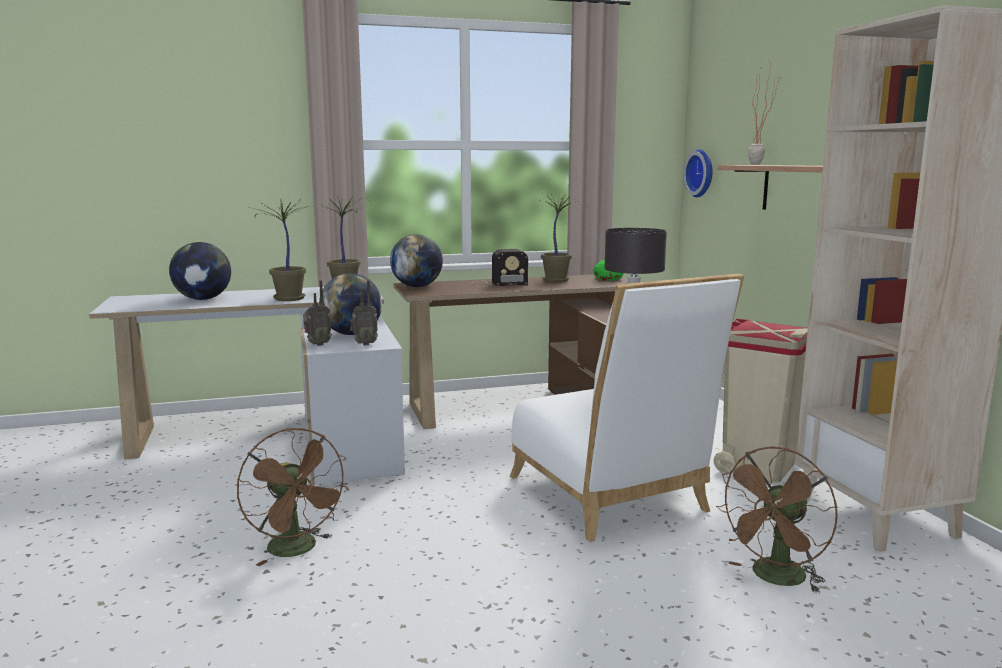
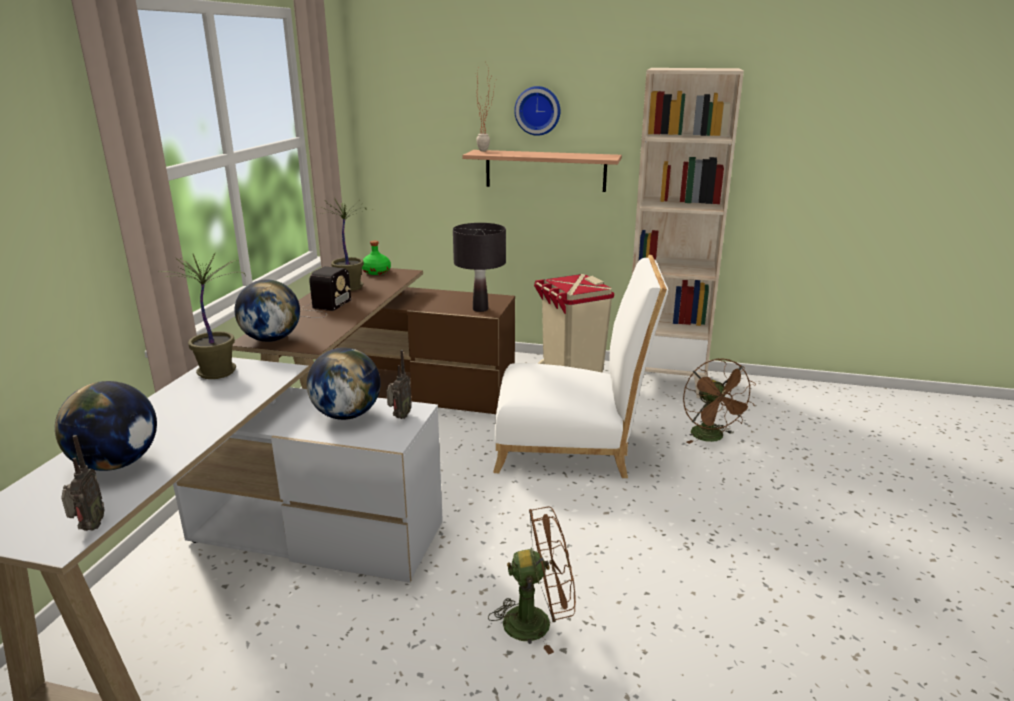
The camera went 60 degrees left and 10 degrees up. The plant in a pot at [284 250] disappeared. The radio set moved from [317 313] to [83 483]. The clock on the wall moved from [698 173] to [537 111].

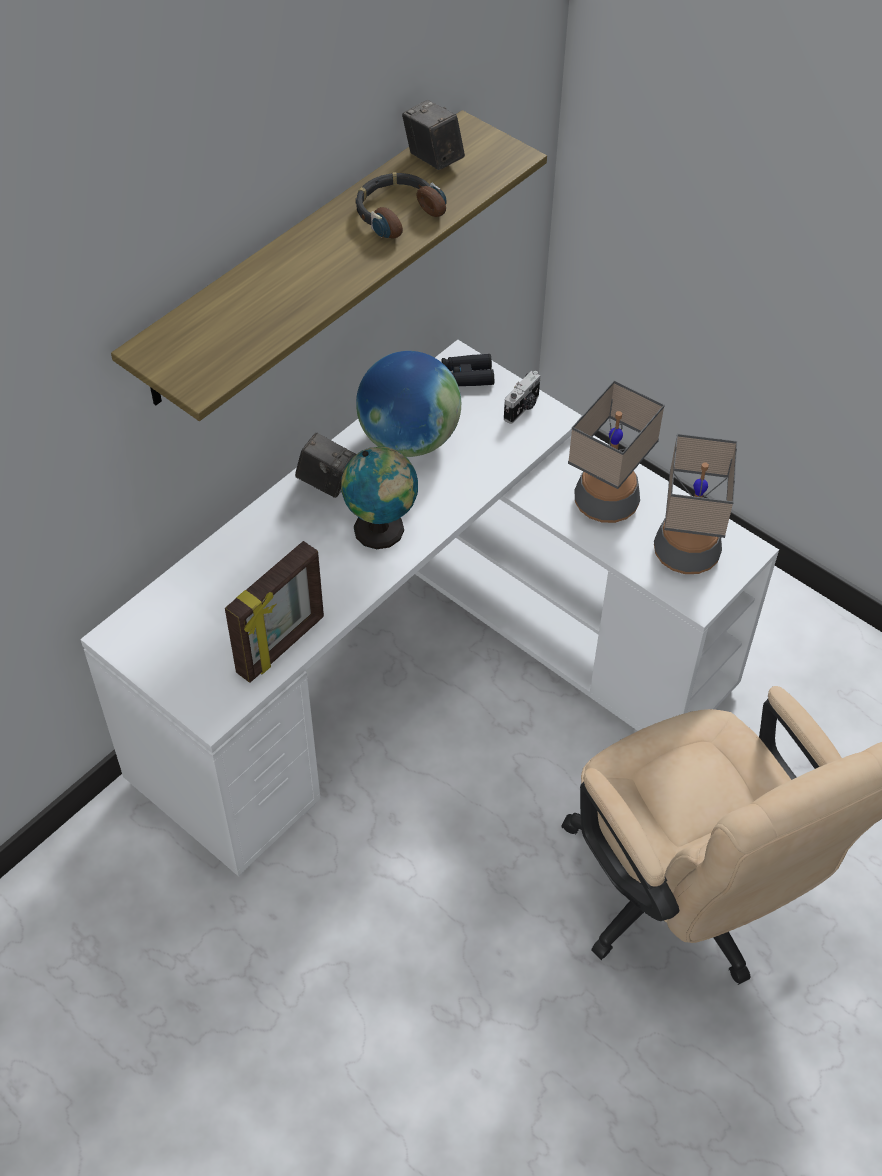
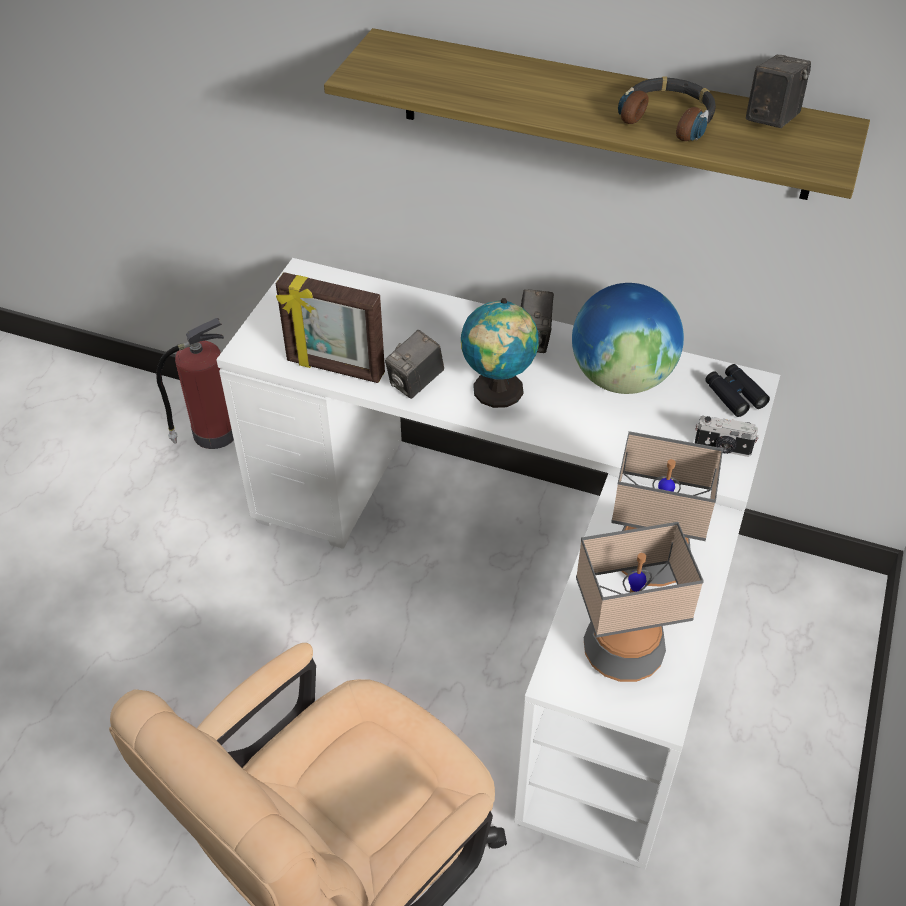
The camera went 70 degrees right and 5 degrees down. The fire extinguisher at [195 383] appeared. The photo camera at [414 364] appeared.

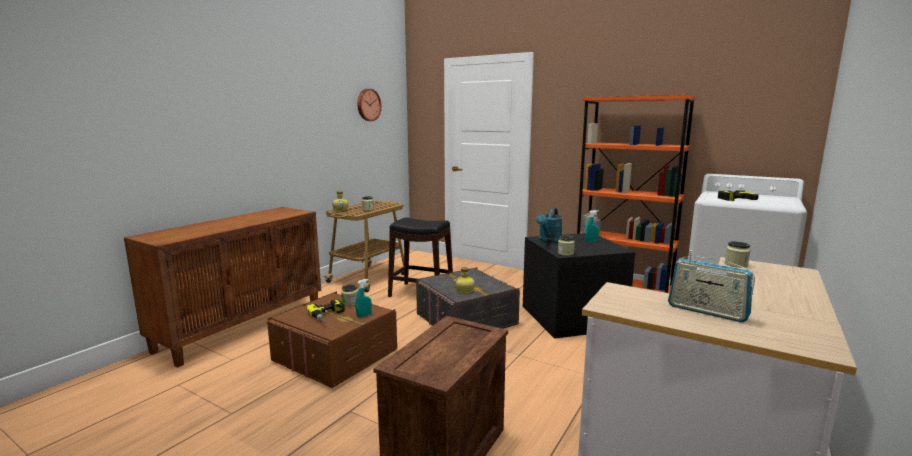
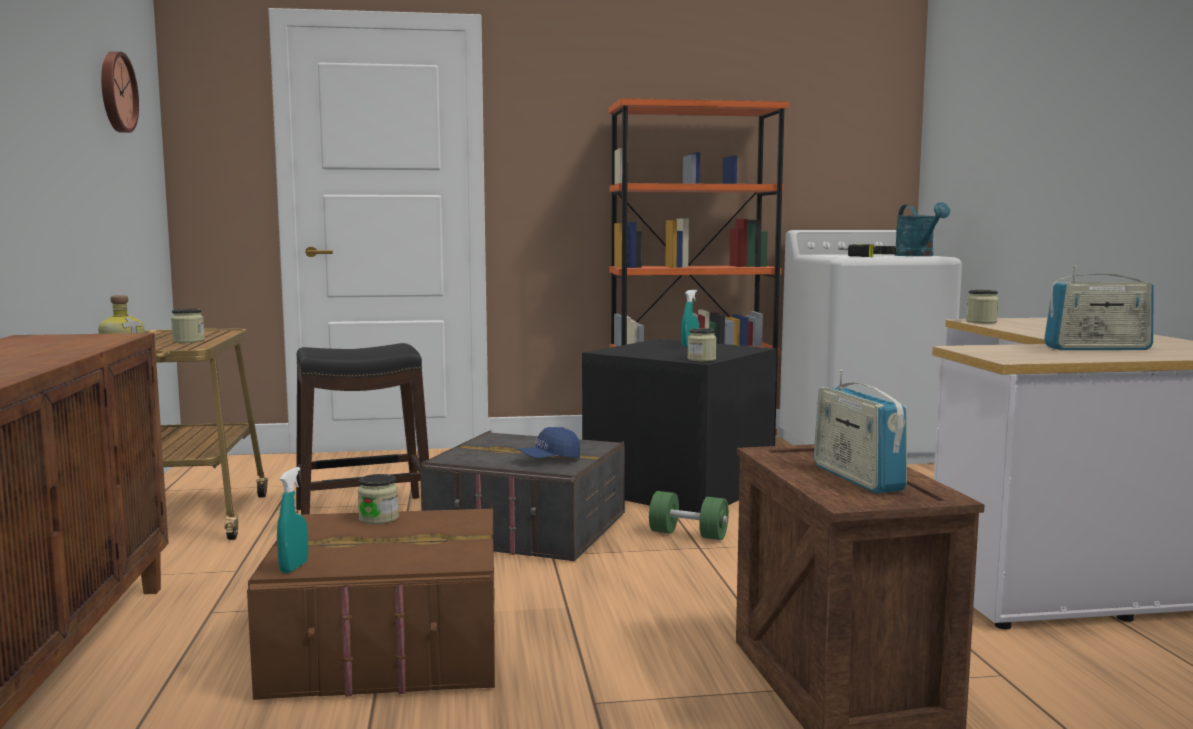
The camera went 40 degrees left and 5 degrees down. The drill at [326 311] disappeared. The turquoise hand sprayer moved from [364 298] to [292 520]. The drink bottle at [465 280] was replaced by the blue-coloured cap at [548 442]. The turquoise watering pot moved from [549 226] to [922 229]. The green free weight at [689 515] appeared. The radio set at [860 432] appeared.

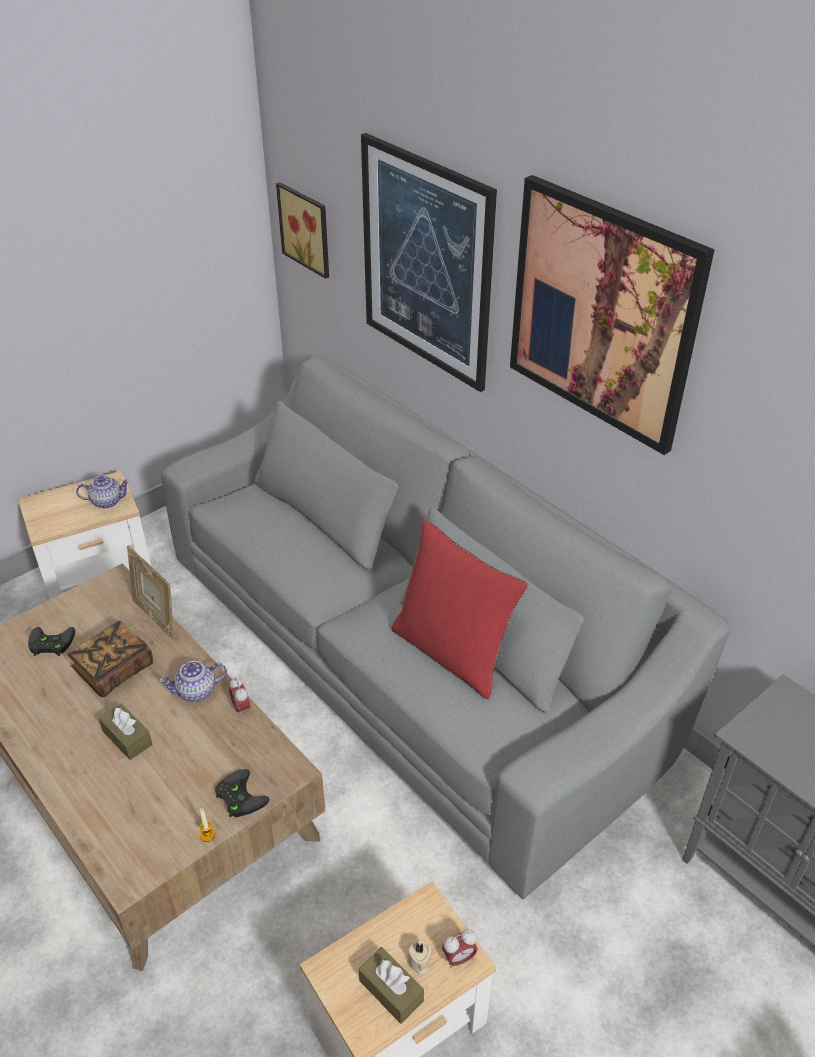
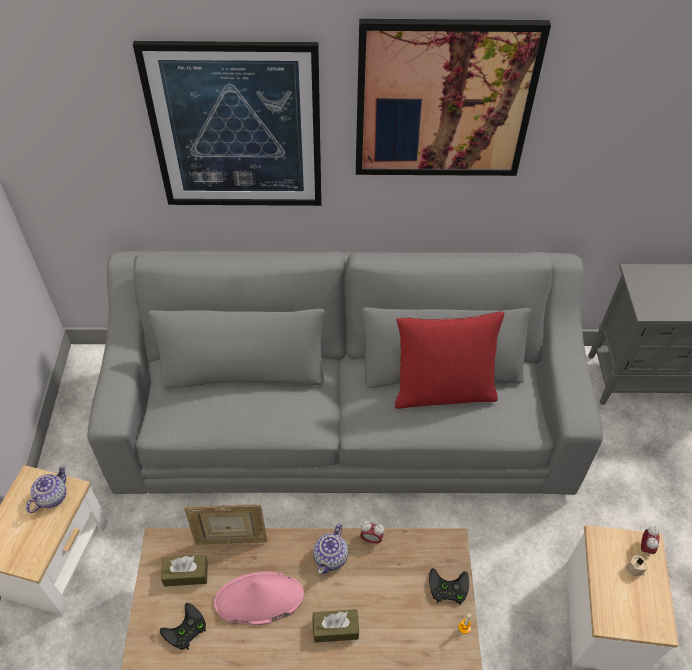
The camera went 50 degrees left and 10 degrees up. The book at [110 659] was replaced by the pink-coloured clothing hat at [259 598]. The wall picture at [302 230] disappeared. The brown-coloured tissue box moved from [391 985] to [184 571].

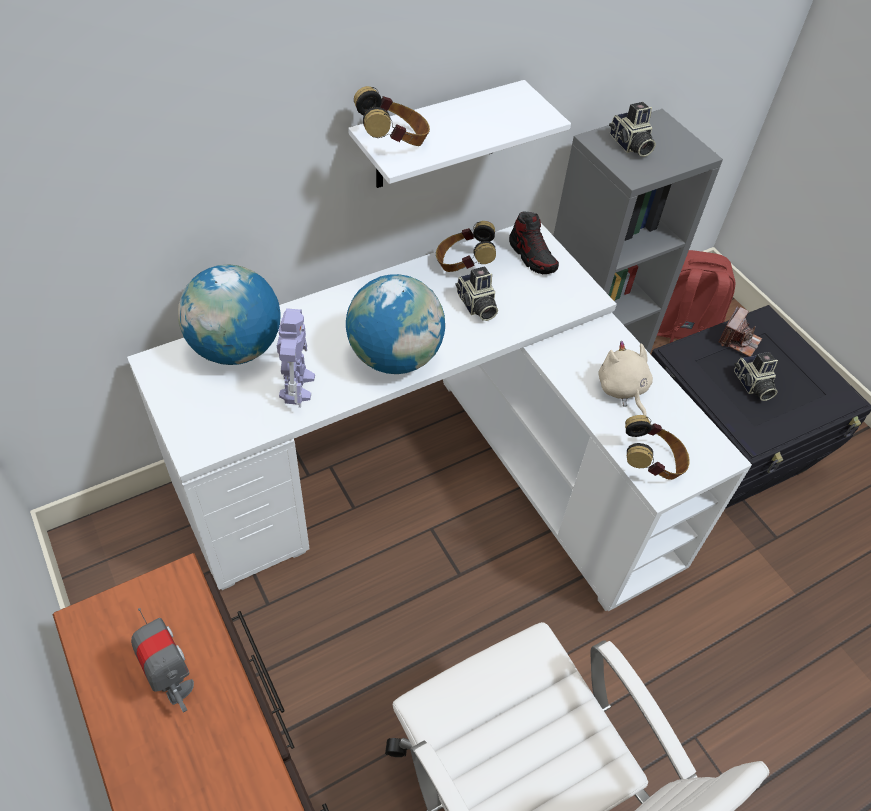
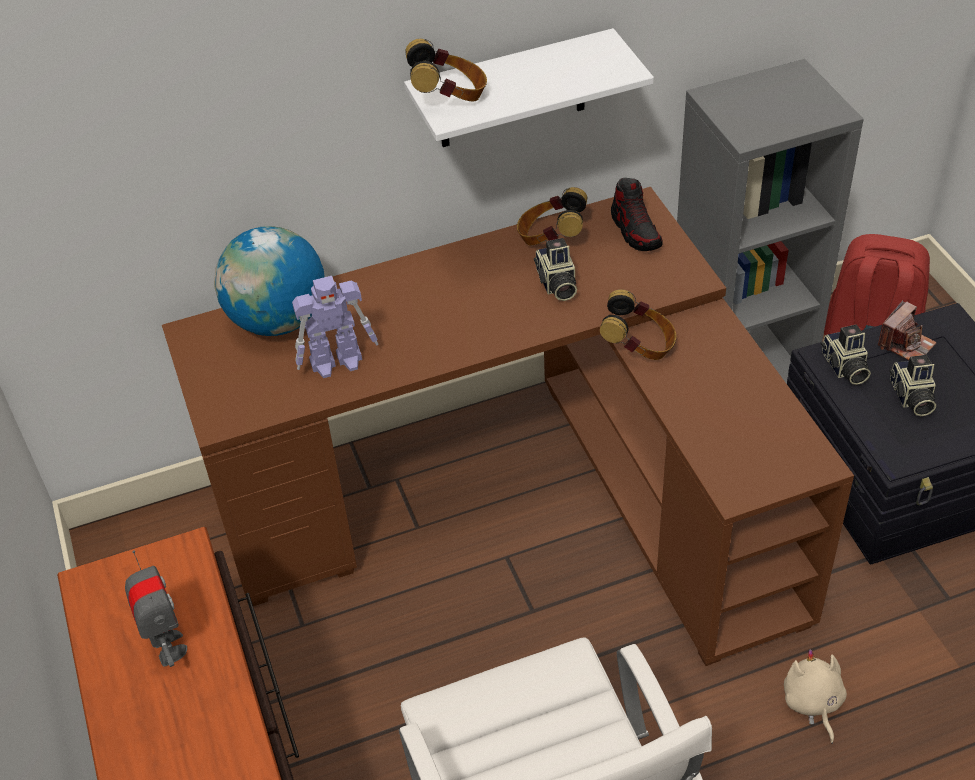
The camera went 15 degrees right and 5 degrees down. The white desk at [439 417] became the brown-coloured desk at [508 426]. The model robot at [296 358] turned 60 degrees clockwise. The world globe at [395 324] disappeared. The beige plush toy moved from [626 378] to [815 696]. The photo camera moved from [632 129] to [846 355]. The headphones moved from [657 447] to [638 324].

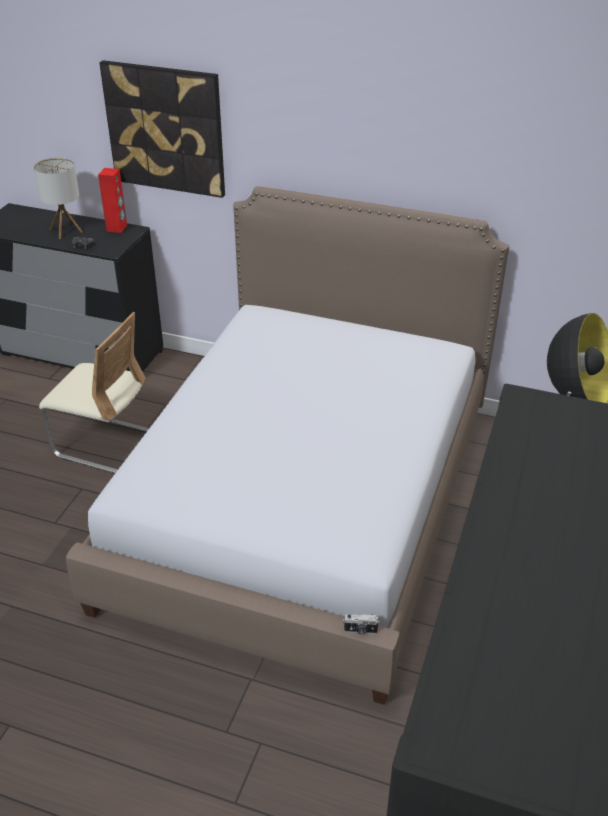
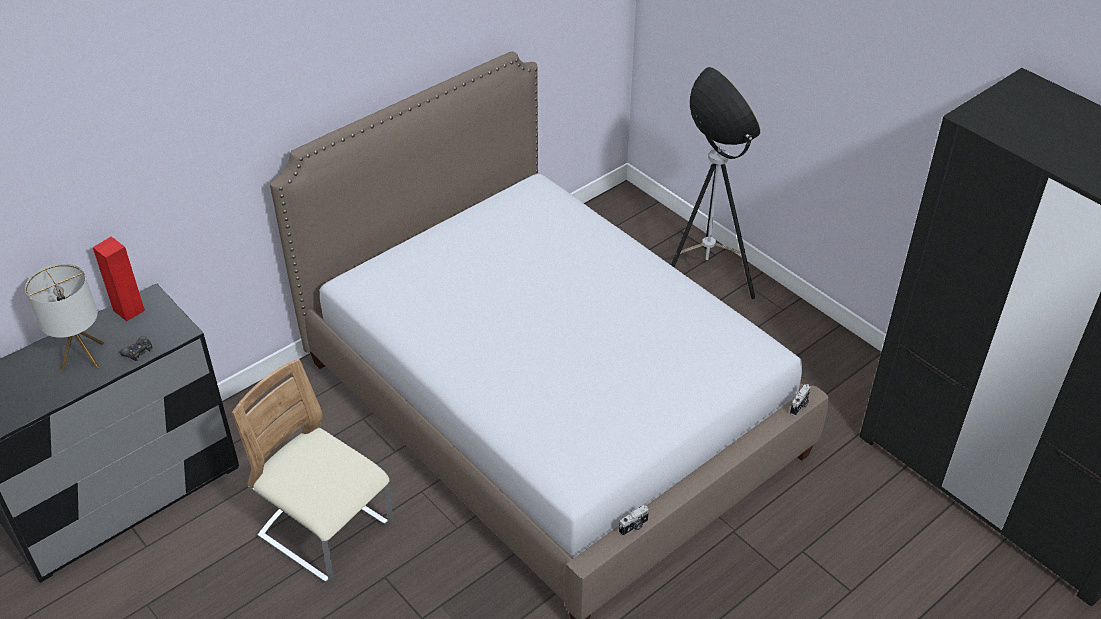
The camera went 60 degrees left and 5 degrees up. The beige chair at [94 392] turned 105 degrees counterclockwise. The wall picture at [162 129] disappeared. The photo camera at [634 520] appeared.

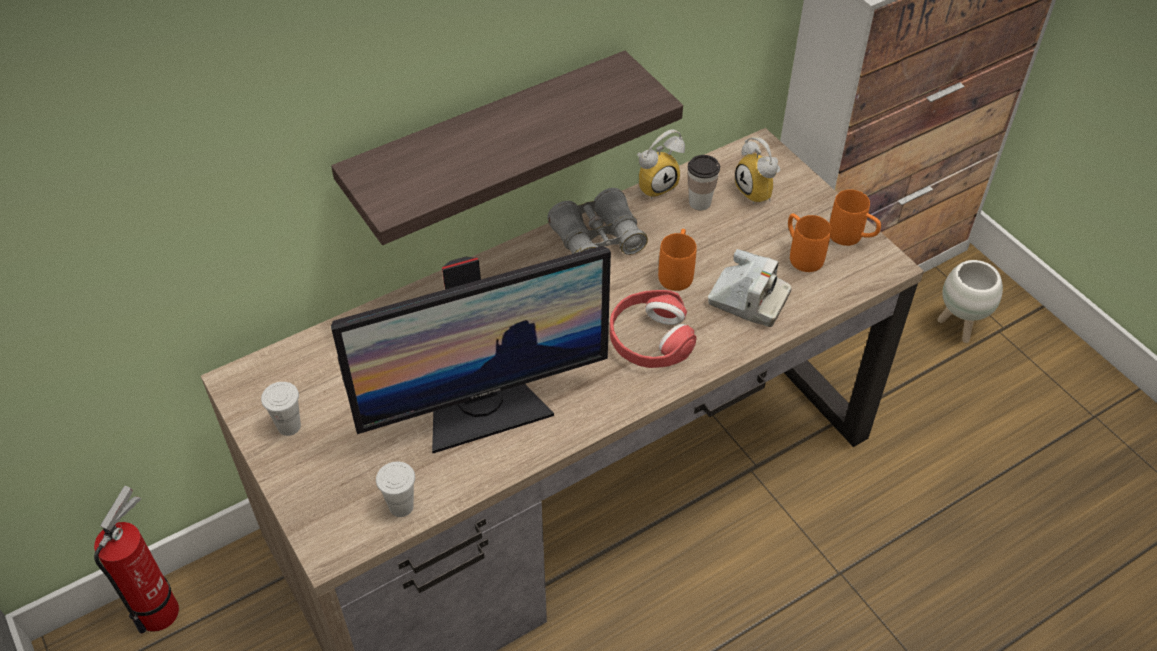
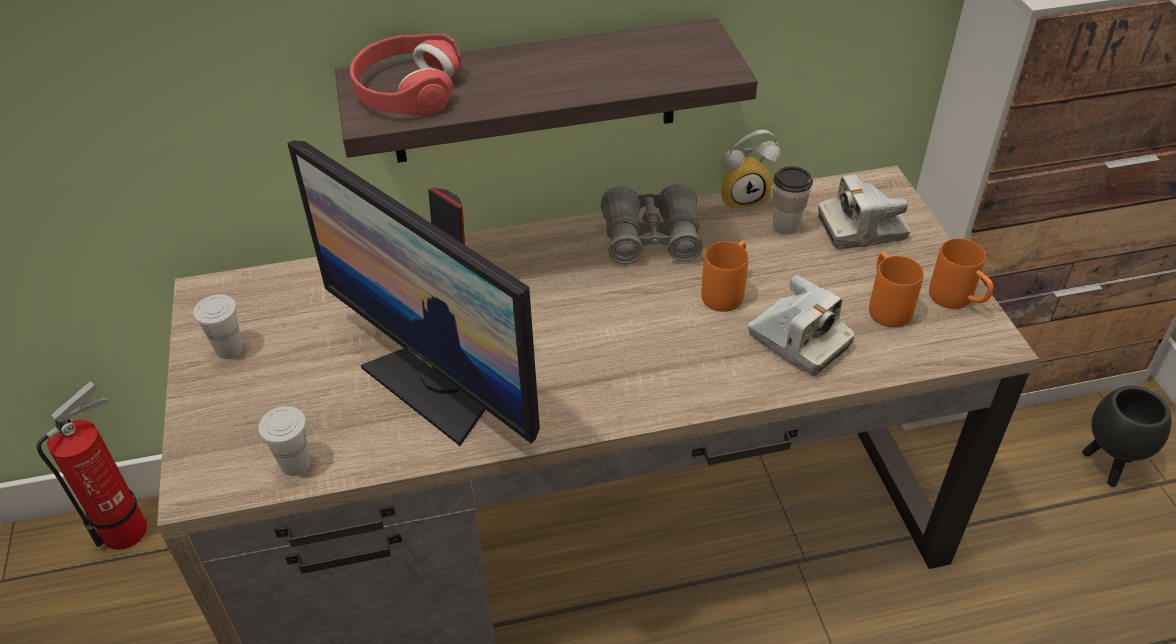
The camera went 20 degrees right and 5 degrees down. The computer screen at [471 349] turned 45 degrees clockwise. The red headphones moved from [653 329] to [406 75]. The bedside clock at [757 170] was replaced by the photo camera at [864 212]. The white flower pot at [970 301] became the black flower pot at [1126 436].

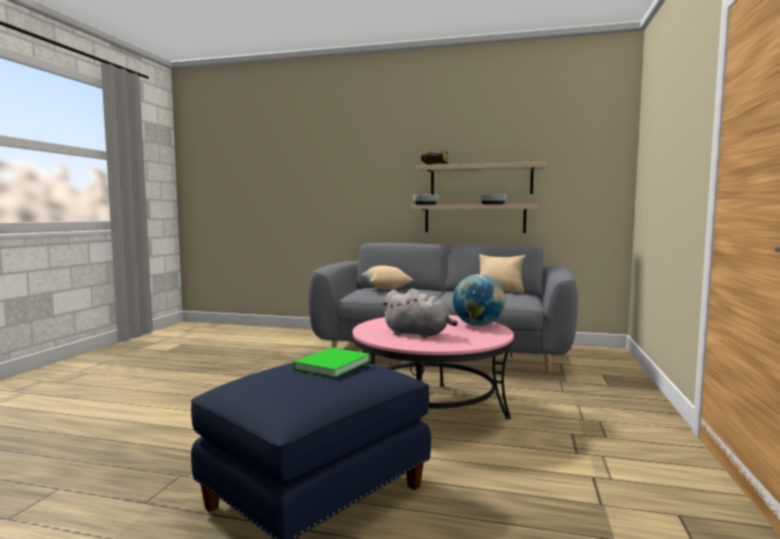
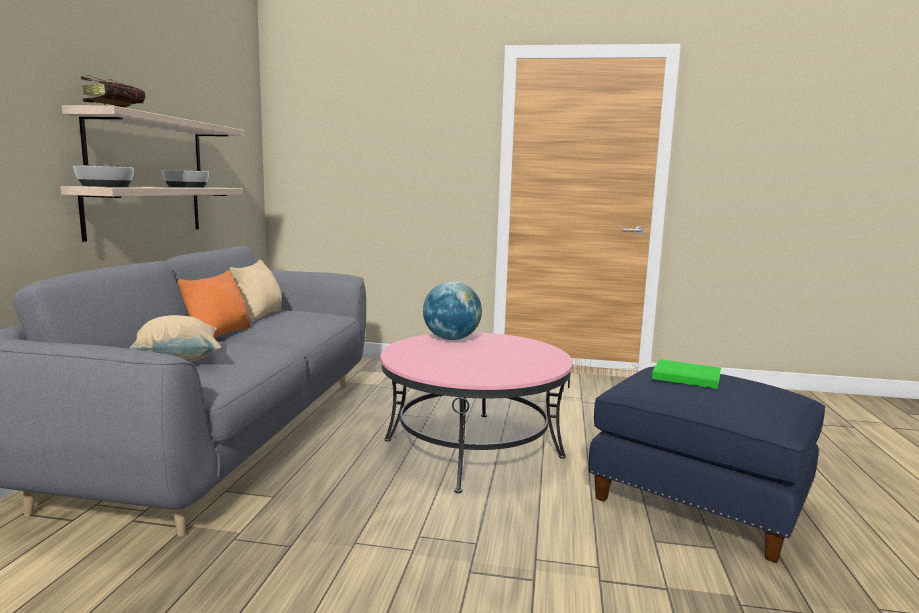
The camera went 95 degrees left and 5 degrees up. The greyish plush toy at [420 313] disappeared. The orangey throw pillow at [214 304] appeared.

